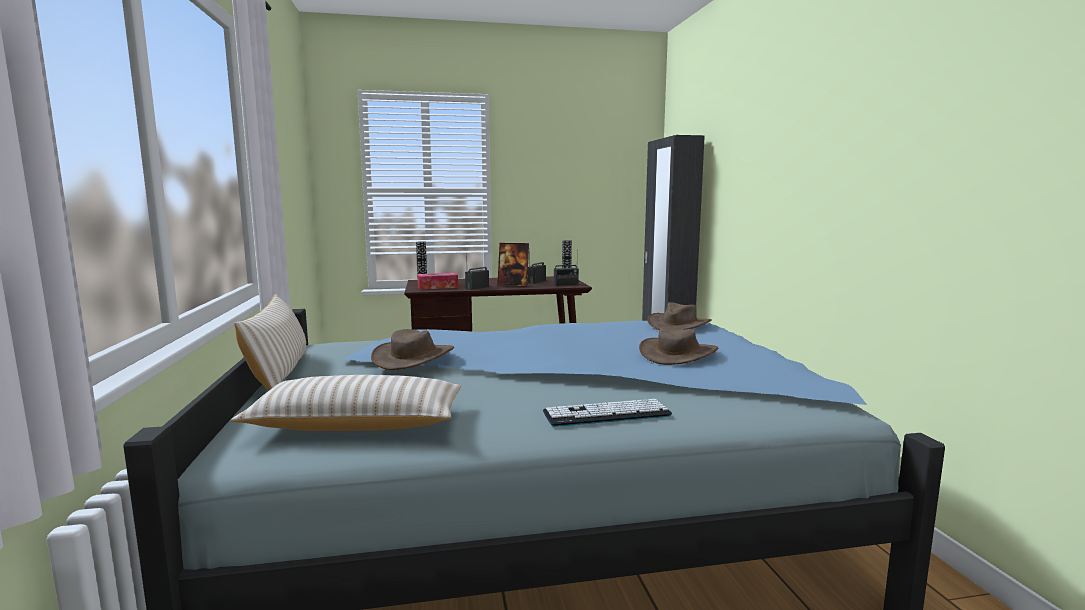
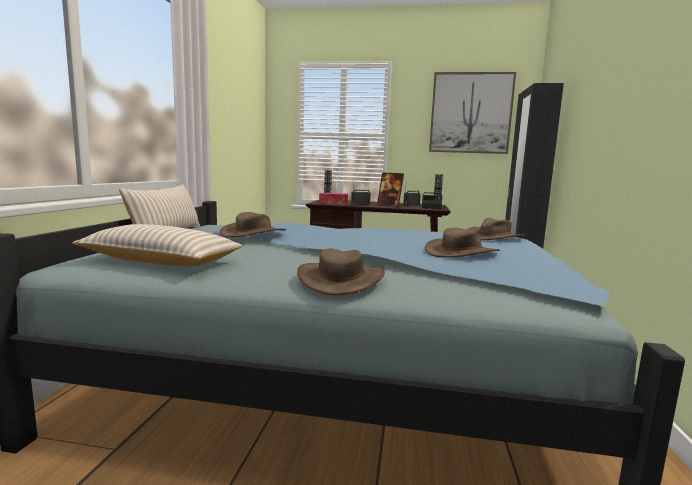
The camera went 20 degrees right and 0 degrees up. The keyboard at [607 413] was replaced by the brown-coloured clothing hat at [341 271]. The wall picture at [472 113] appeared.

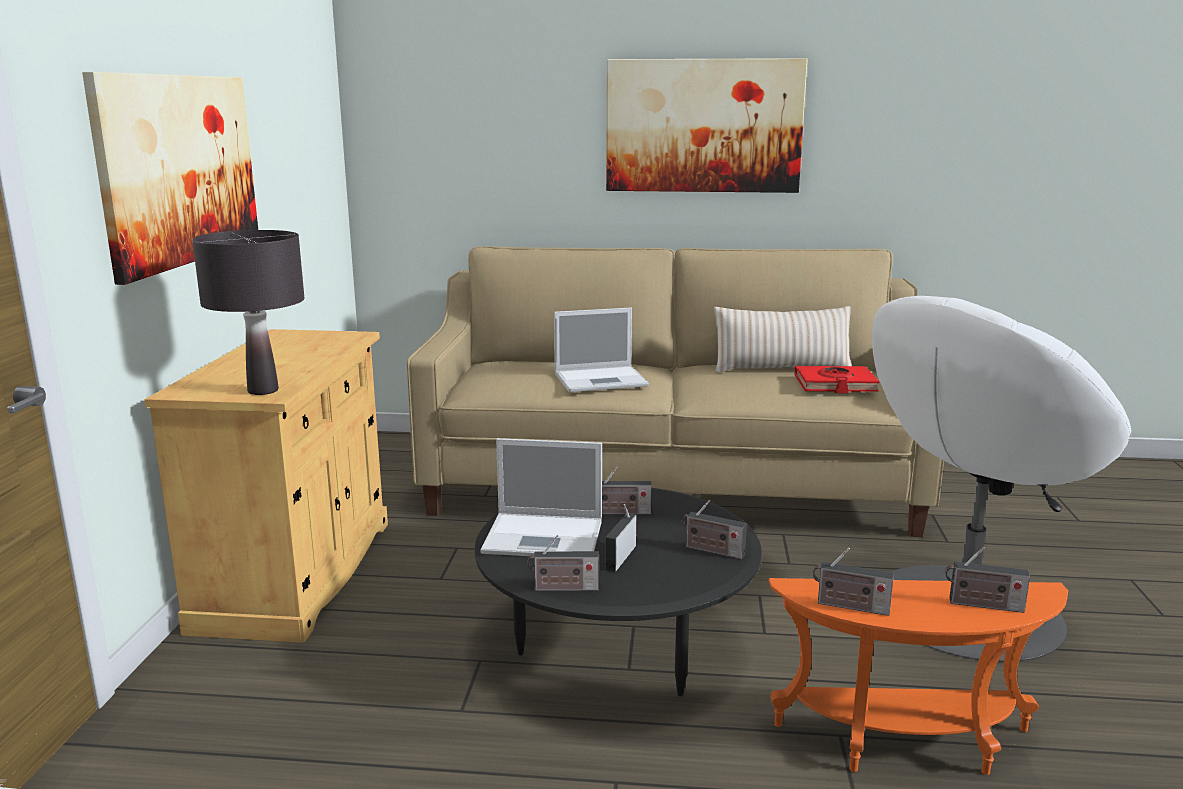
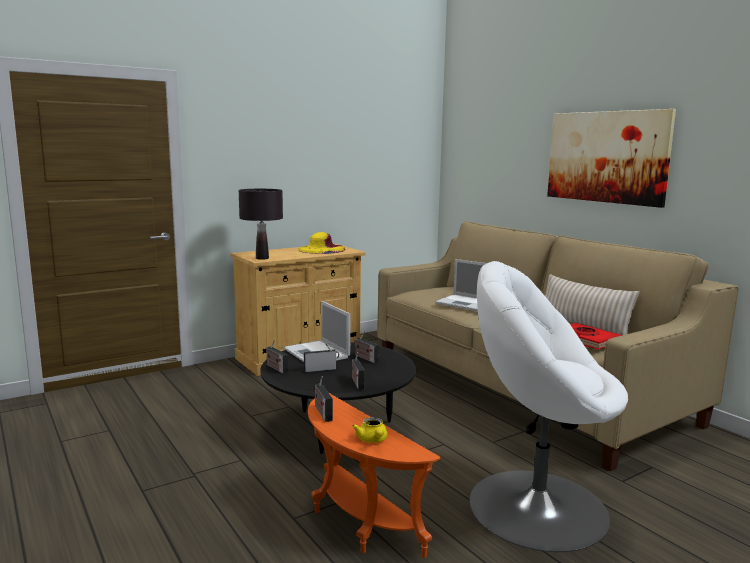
The camera went 50 degrees right and 5 degrees down. The wall picture at [170 178] disappeared. The radio set at [987 579] was replaced by the yellowish tea pot at [370 430]. The yellowish clothing hat at [321 243] appeared.

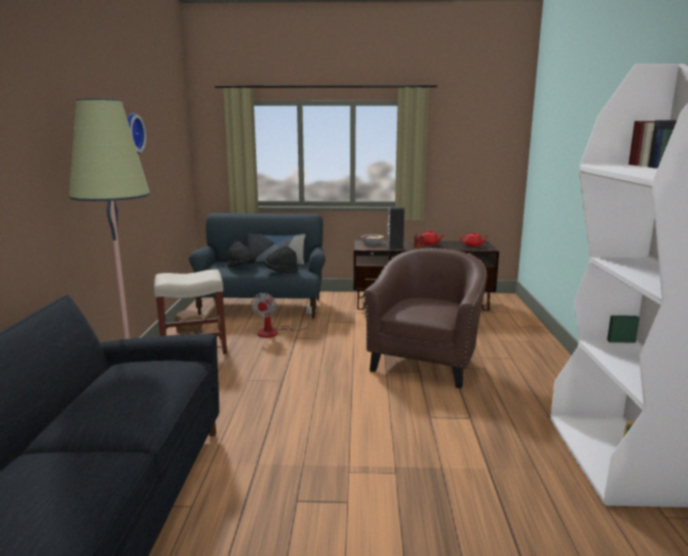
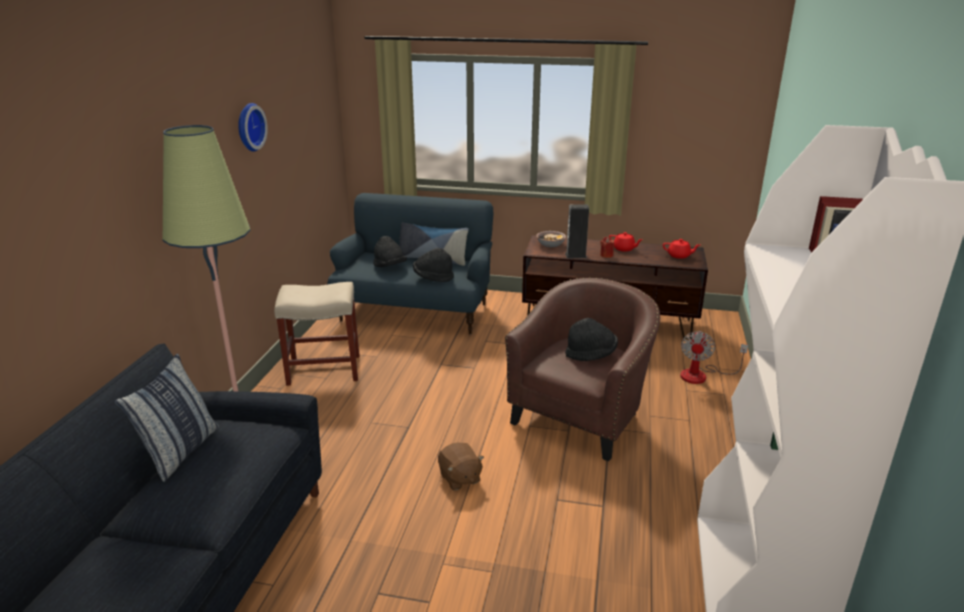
The camera went 10 degrees right and 10 degrees up. The brown-coloured plush toy moved from [189 322] to [461 466]. The cooling fan moved from [281 315] to [714 357]. The throw pillow at [167 417] appeared. The black clothing hat at [591 339] appeared.

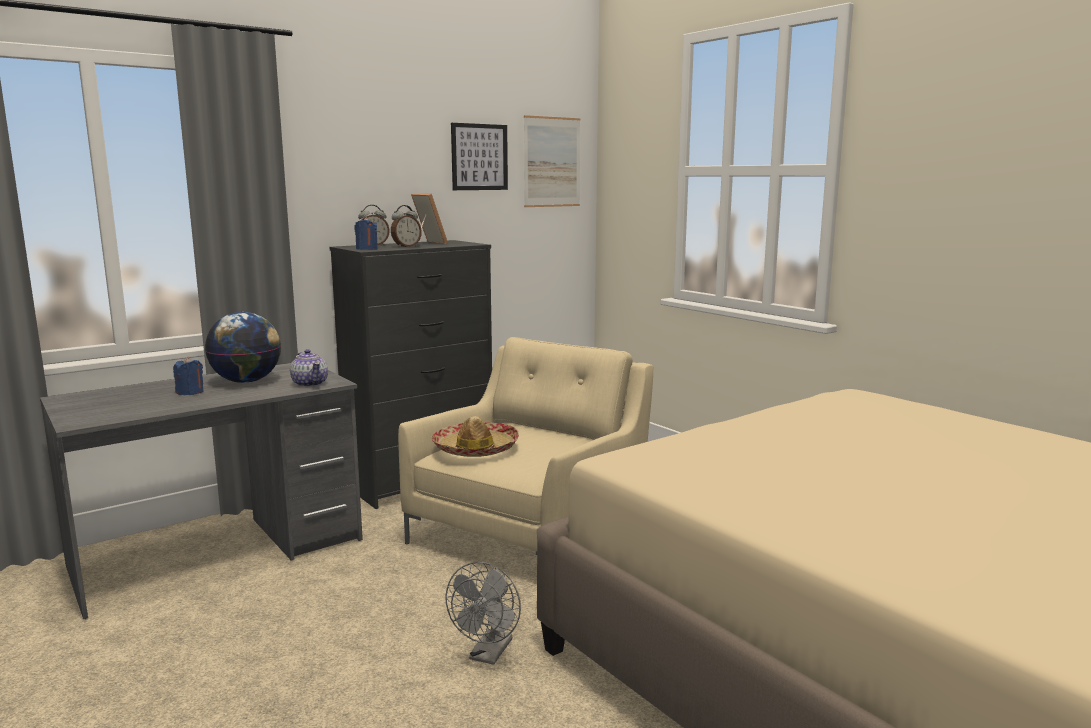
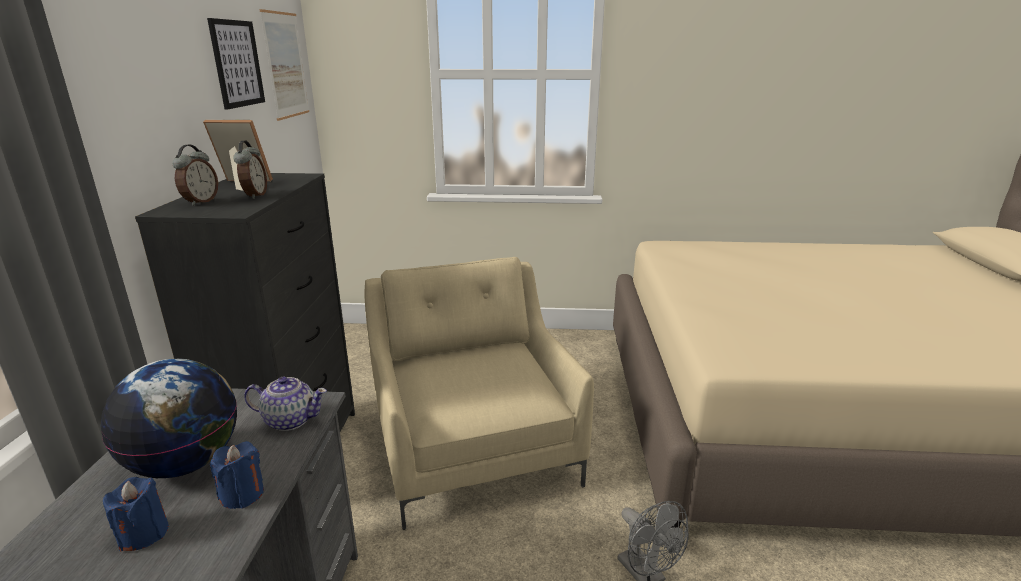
The camera went 50 degrees left and 10 degrees up. The blue-coloured wax candle moved from [366 233] to [237 475]. The clothing hat at [475 436] disappeared.

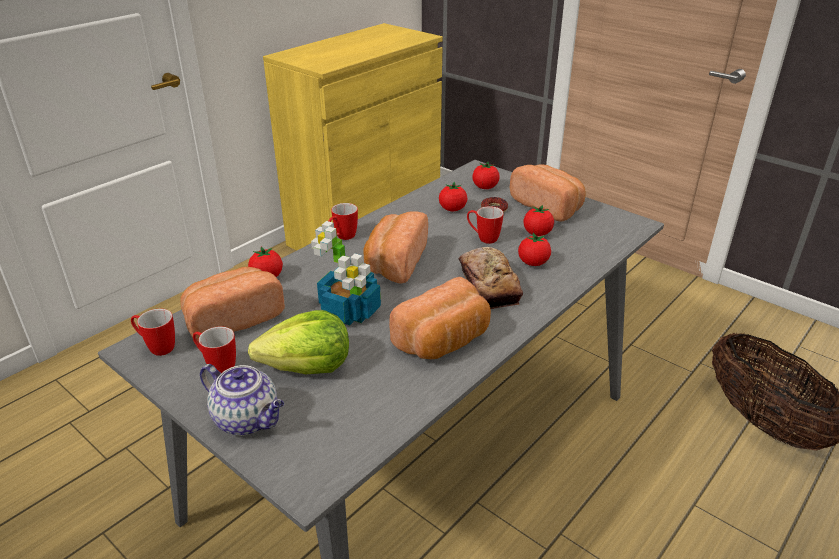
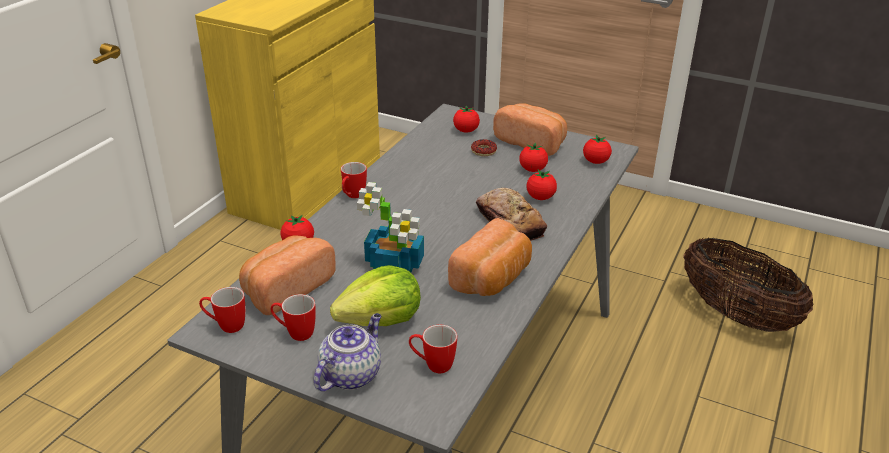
The camera went 15 degrees left and 0 degrees up. The tea pot at [242 400] turned 75 degrees counterclockwise. The bakery bread at [395 247] disappeared. The tomato moved from [453 196] to [597 149]. The mug moved from [485 225] to [433 349].

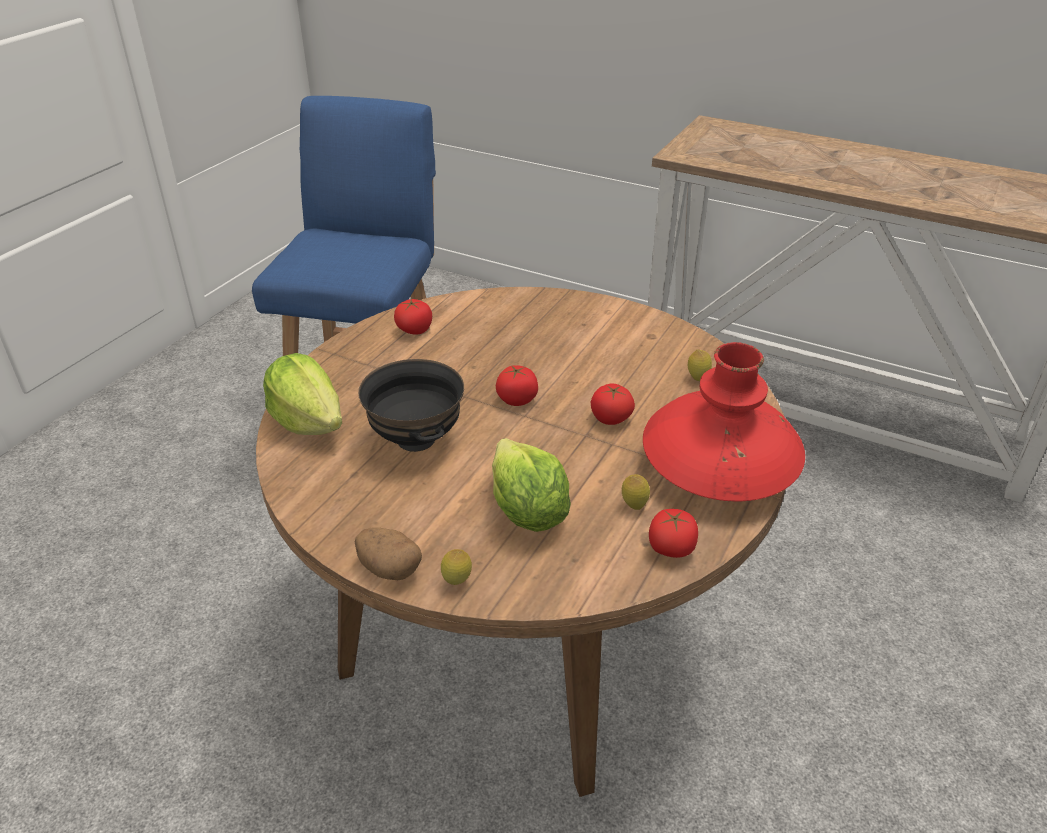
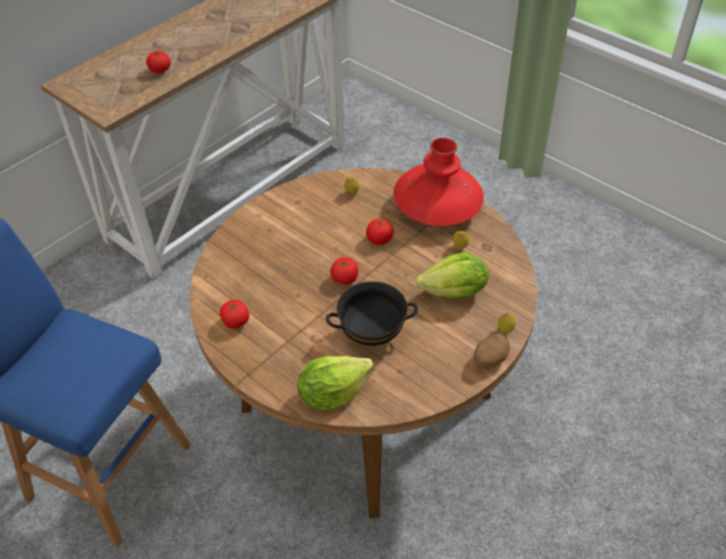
The camera went 75 degrees left and 10 degrees up. The tomato moved from [673 533] to [158 62].

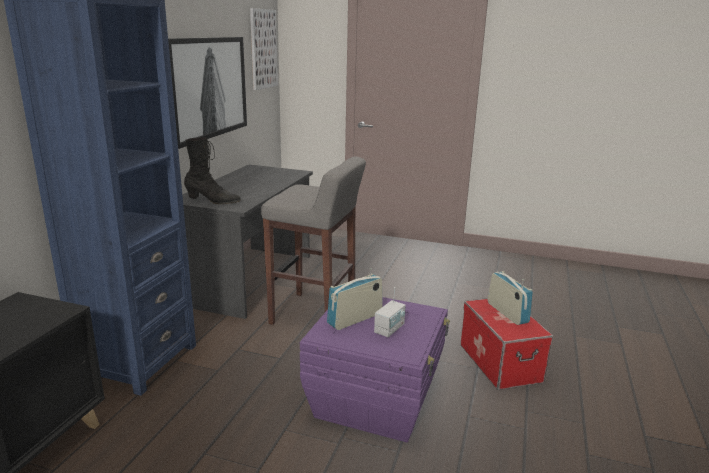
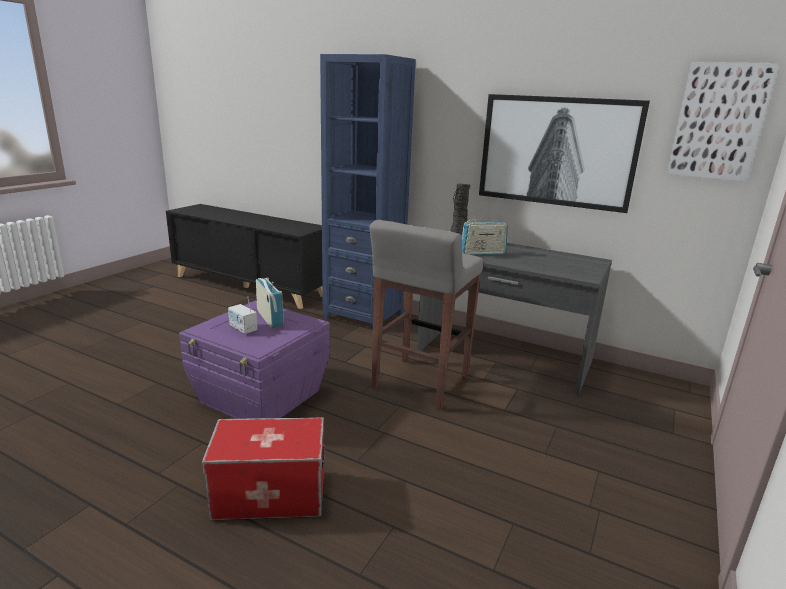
The camera went 100 degrees right and 0 degrees up. The radio set moved from [510 298] to [485 235].

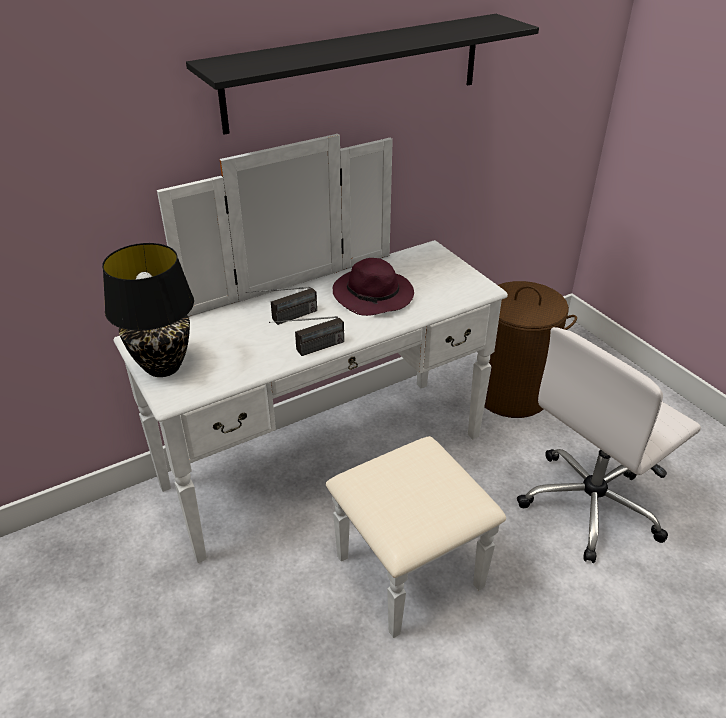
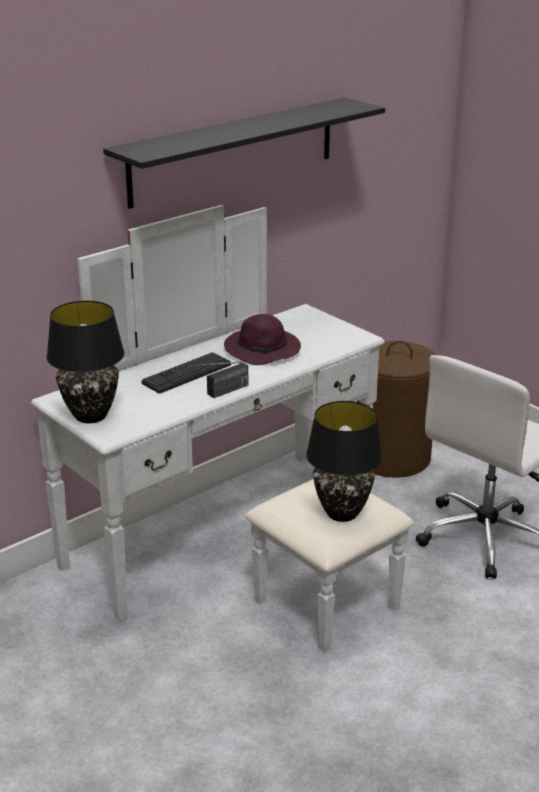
The camera went 10 degrees left and 10 degrees down. The radio set at [281 305] was replaced by the keyboard at [186 373]. The black tabletop lamp at [344 461] appeared.

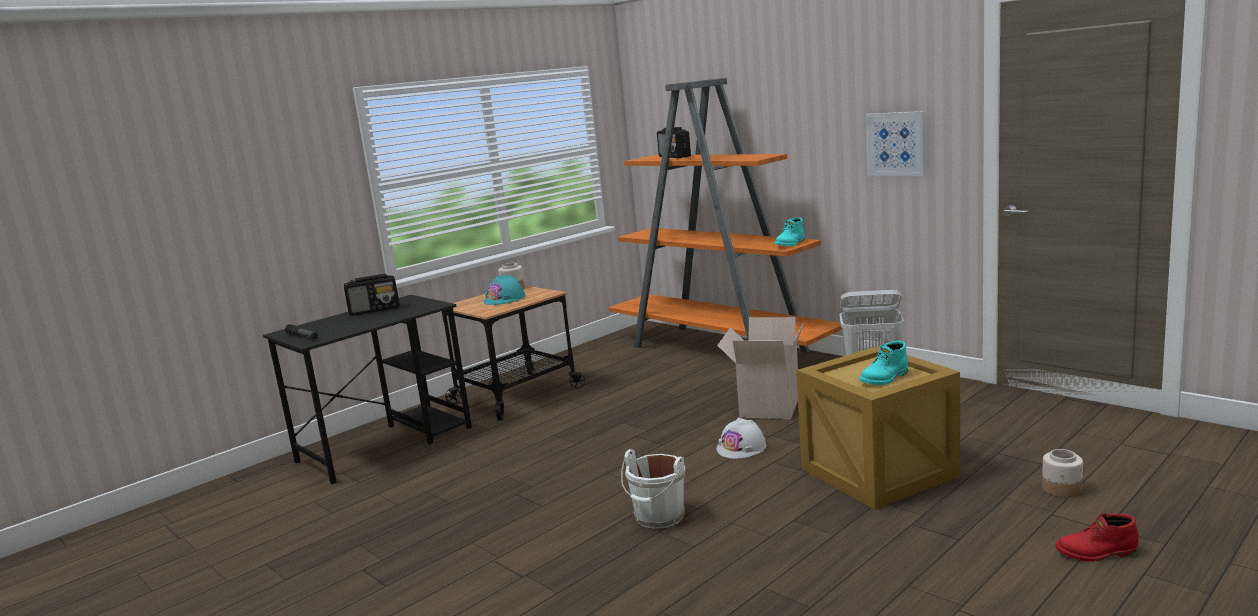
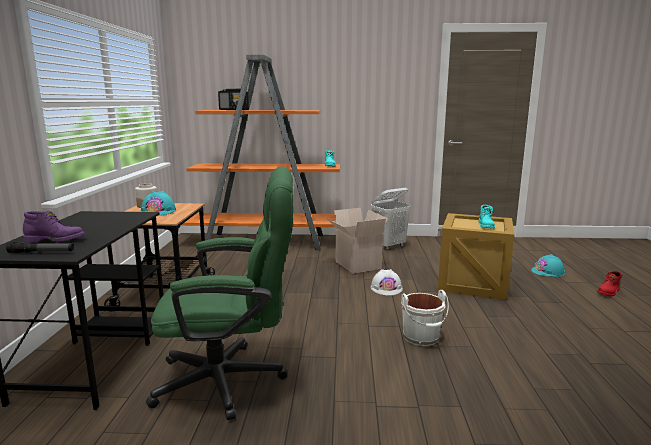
The camera went 45 degrees left and 0 degrees up. The radio set at [372 295] disappeared. The wall picture at [895 143] disappeared. The storage jar at [1062 473] was replaced by the turquoise hard hat at [548 265]. The purple-coloured tall boot at [54 226] appeared. The green office chair at [219 293] appeared.

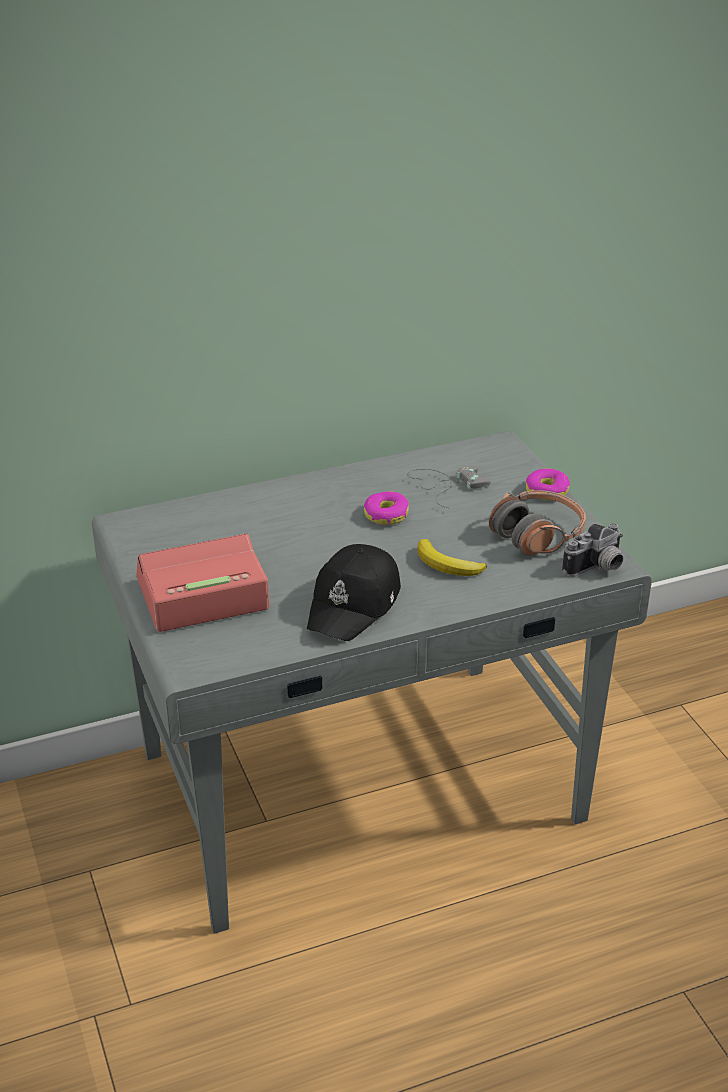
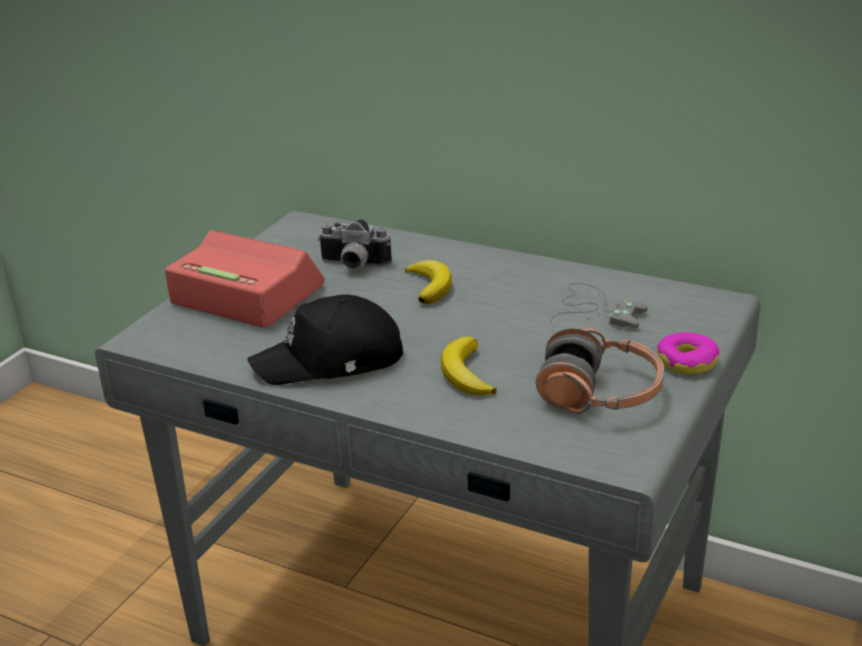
The camera went 50 degrees right and 5 degrees down. The donut at [386 508] disappeared. The photo camera moved from [593 550] to [354 244]. The banana fruit at [428 282] appeared.

